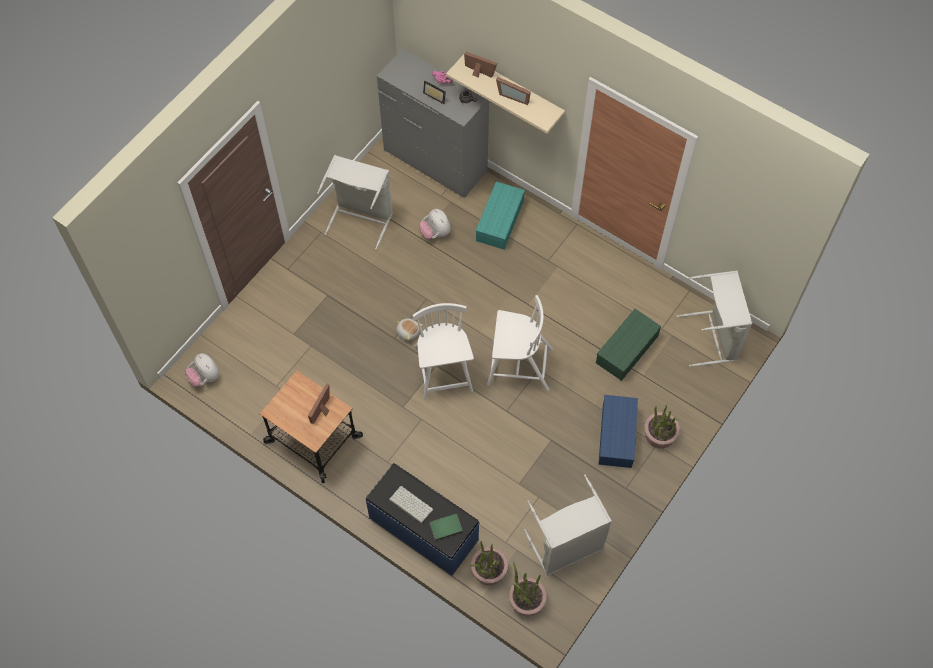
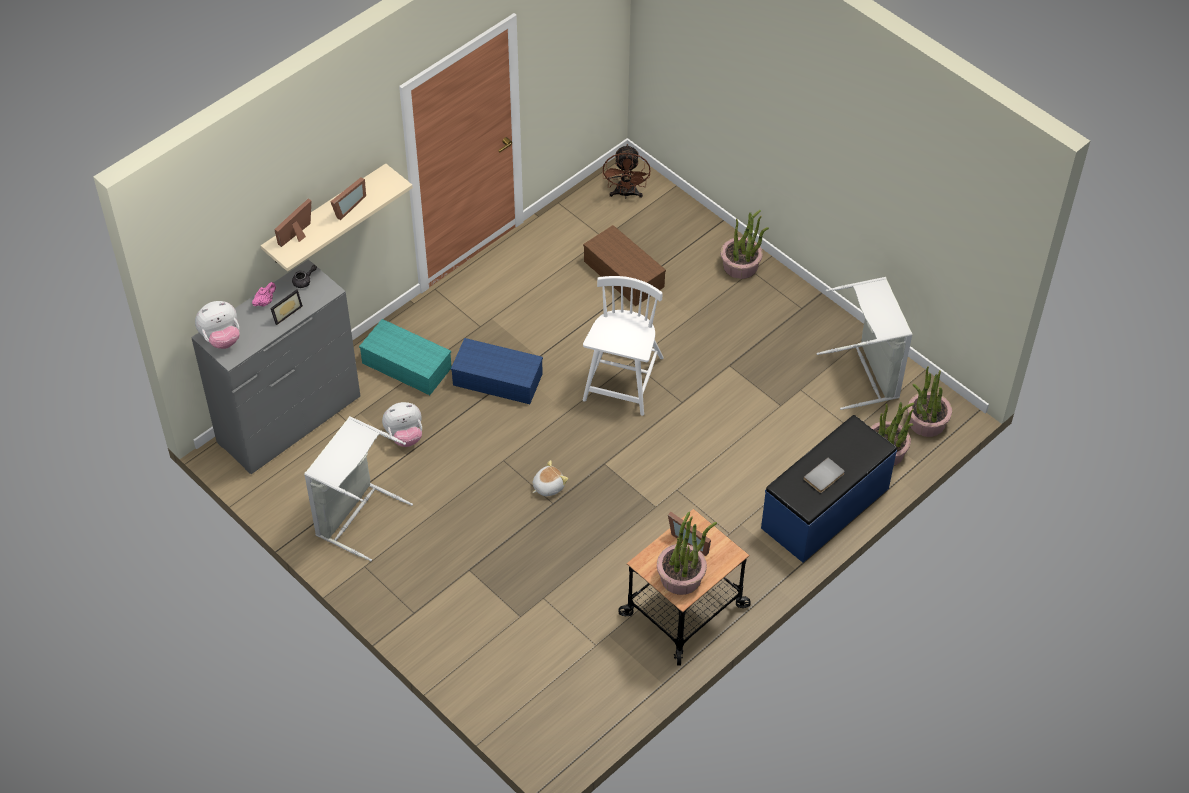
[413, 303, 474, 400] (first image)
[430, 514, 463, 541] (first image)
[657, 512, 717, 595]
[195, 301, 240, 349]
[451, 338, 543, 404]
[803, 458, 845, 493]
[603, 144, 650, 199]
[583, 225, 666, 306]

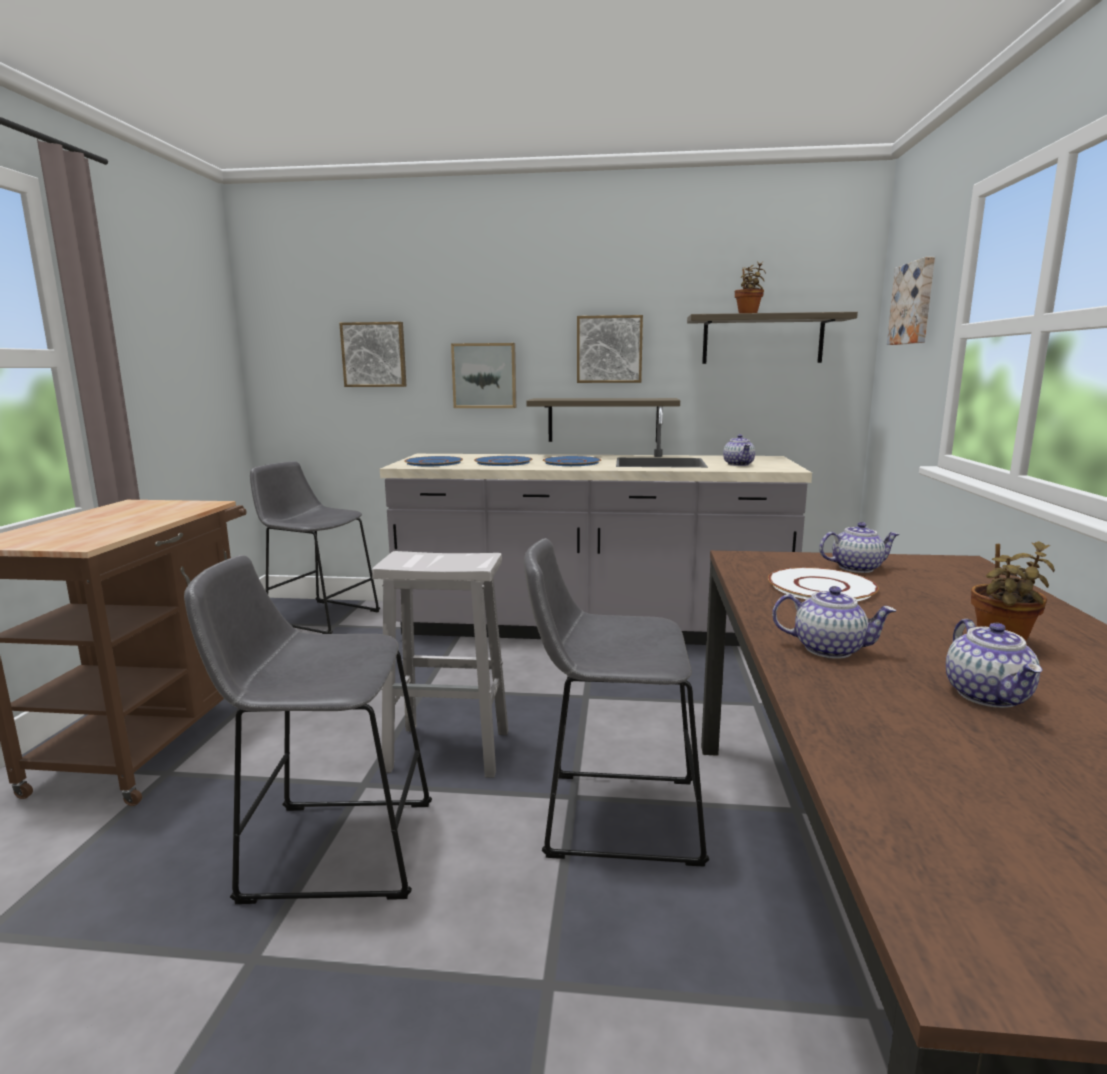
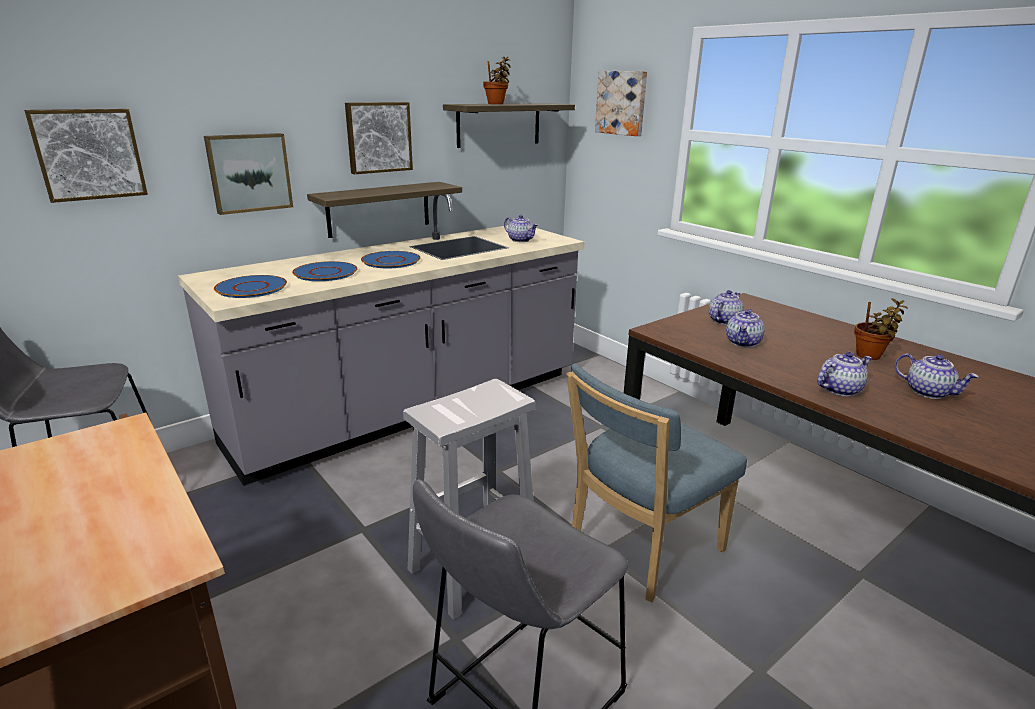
[566, 364, 747, 602]
[726, 309, 765, 347]

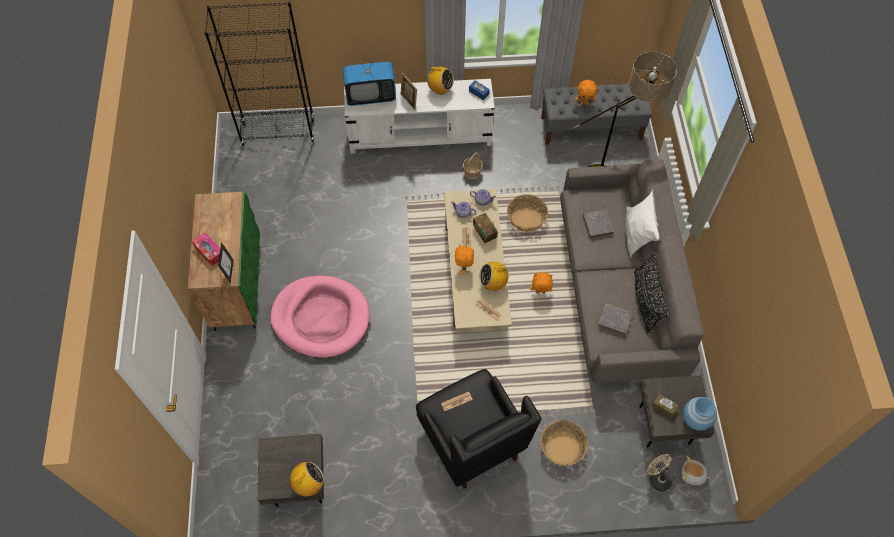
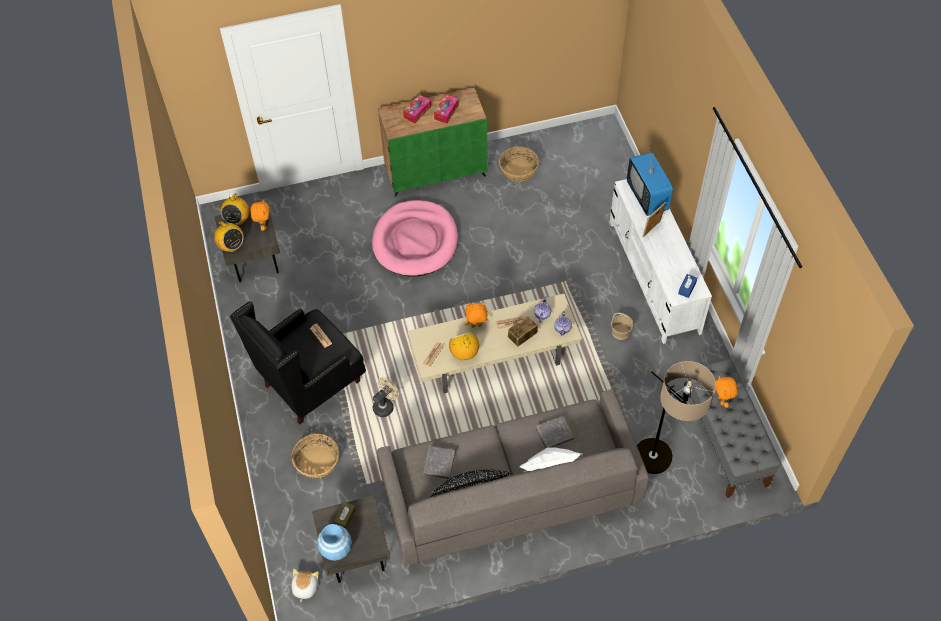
[205, 2, 315, 146] (first image)
[218, 242, 234, 283] (first image)
[434, 94, 459, 123]
[221, 191, 249, 226]
[499, 146, 539, 182]
[250, 199, 269, 231]
[373, 377, 399, 417]

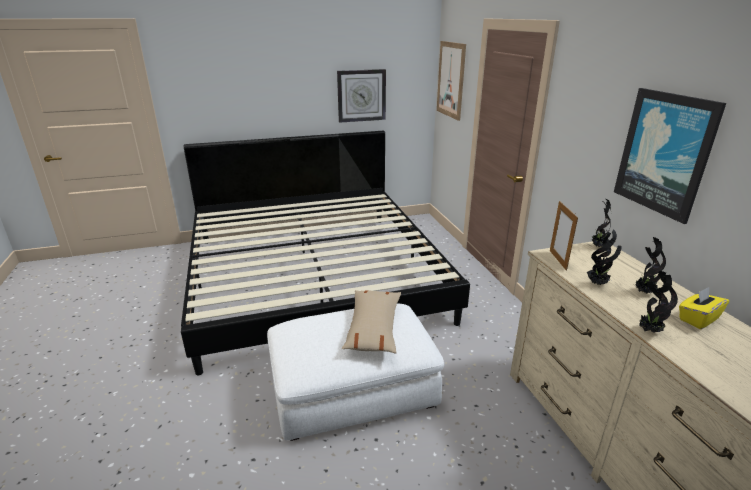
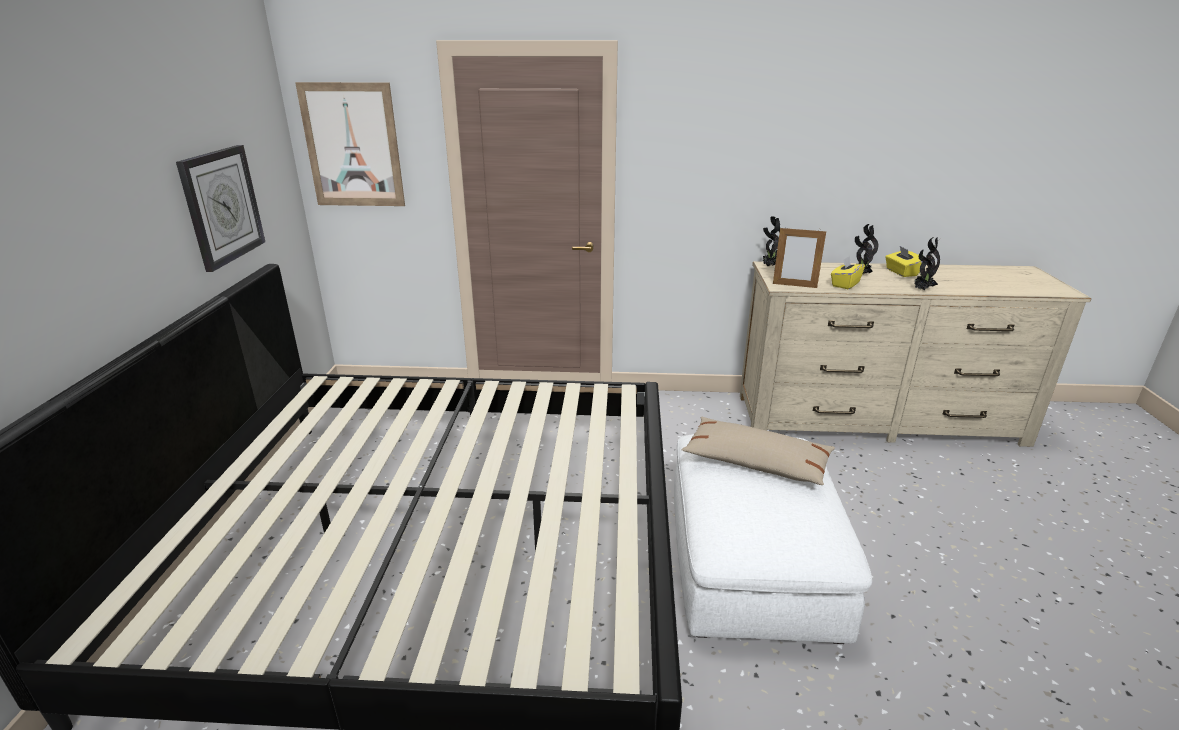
[614, 88, 726, 224] (first image)
[831, 256, 865, 289]

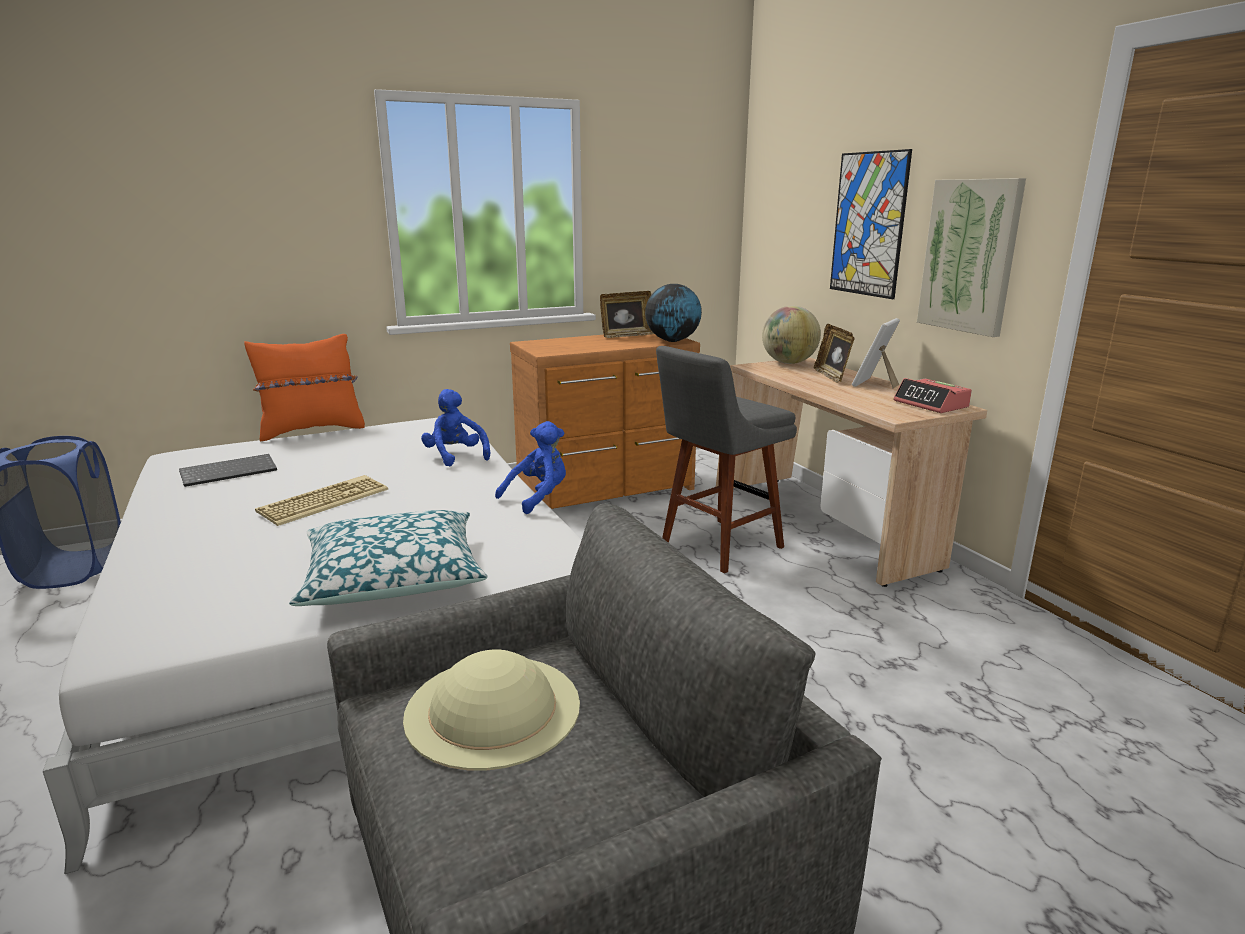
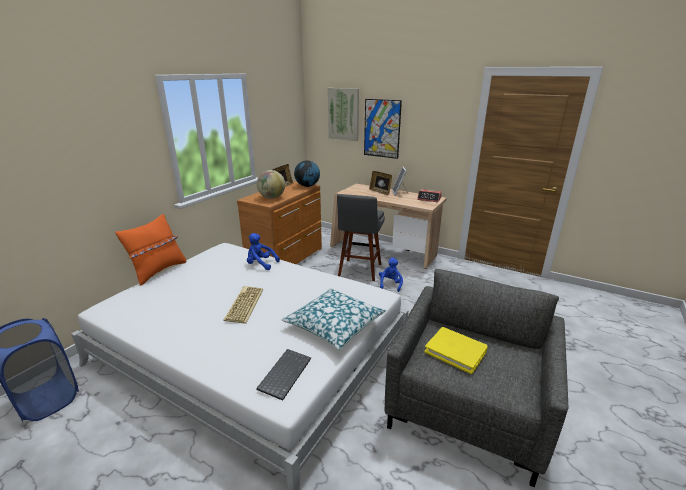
[256, 349, 311, 401]
[379, 257, 403, 292]
[257, 170, 285, 199]
[328, 88, 359, 141]
[424, 327, 488, 374]

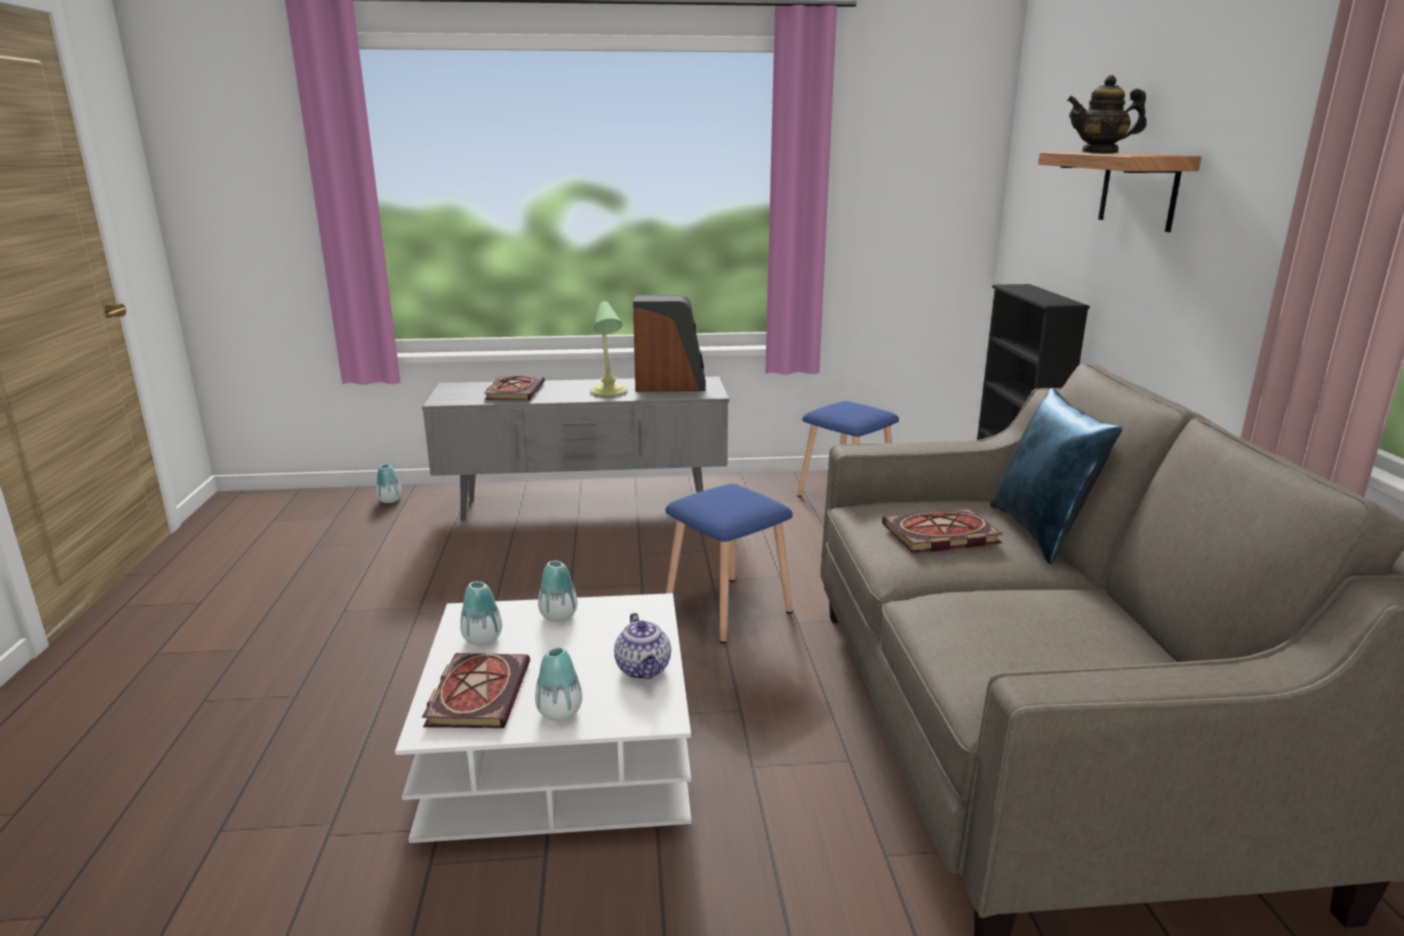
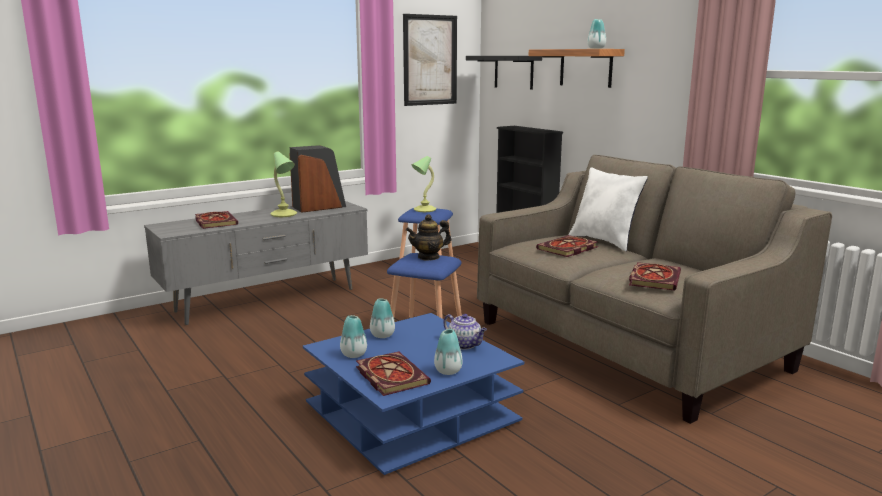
[403, 14, 457, 106]
[412, 156, 436, 212]
[466, 56, 542, 90]
[629, 262, 681, 291]
[587, 19, 606, 49]
[406, 214, 451, 260]
[303, 313, 524, 475]
[569, 167, 648, 252]

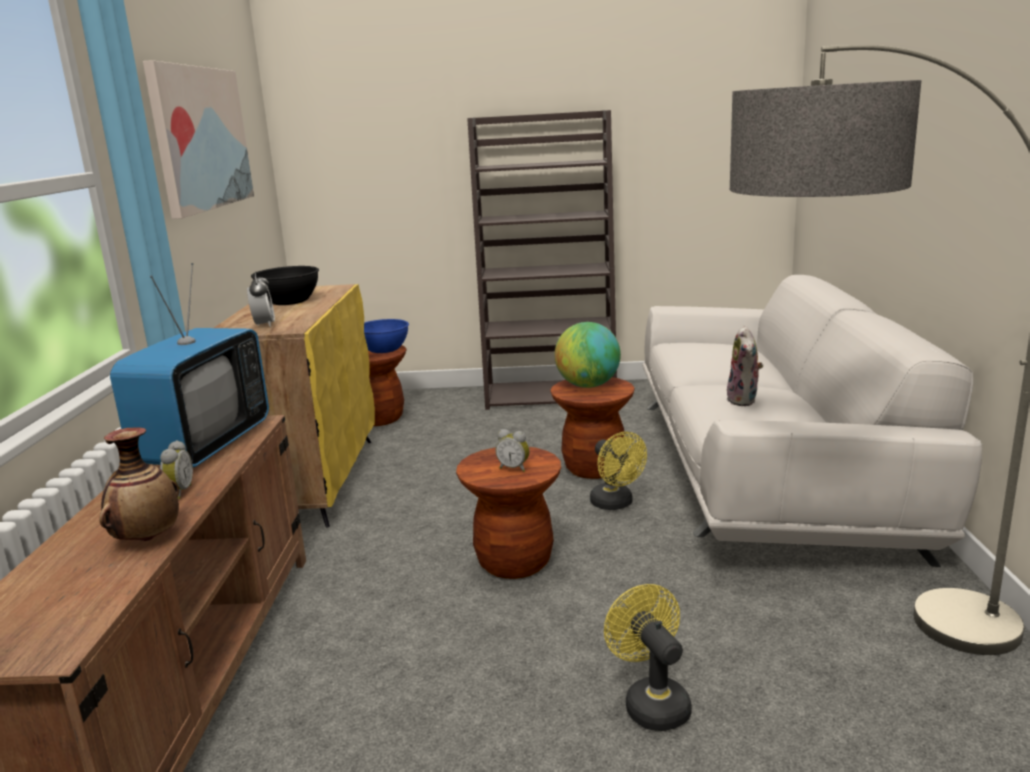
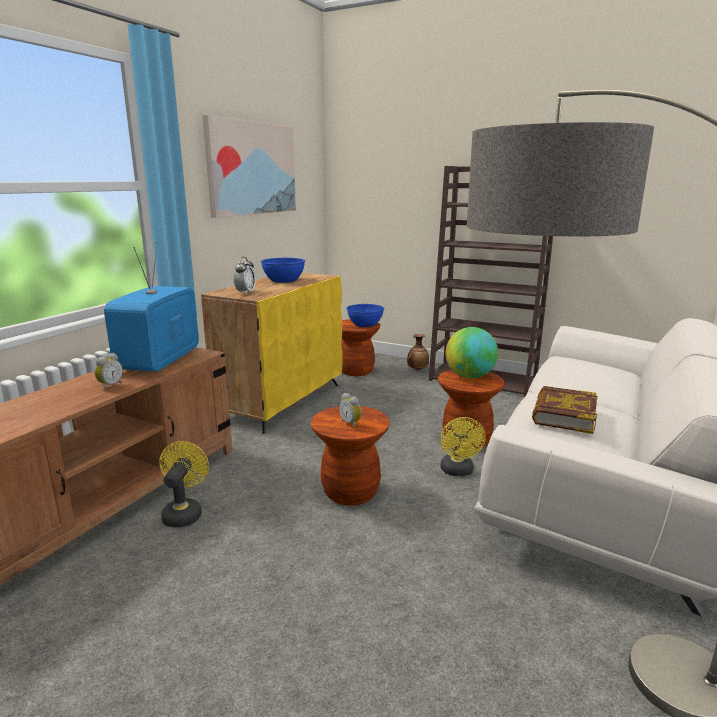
[407, 334, 429, 370]
[159, 441, 209, 527]
[532, 386, 597, 434]
[261, 258, 305, 283]
[104, 242, 199, 372]

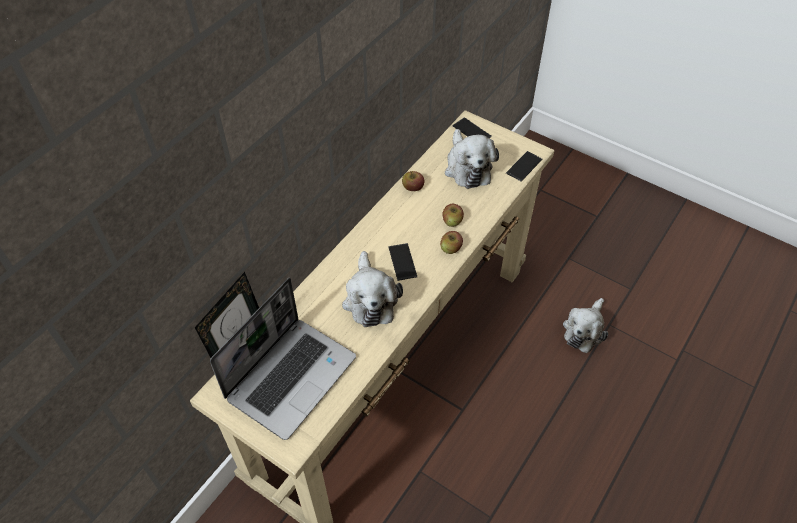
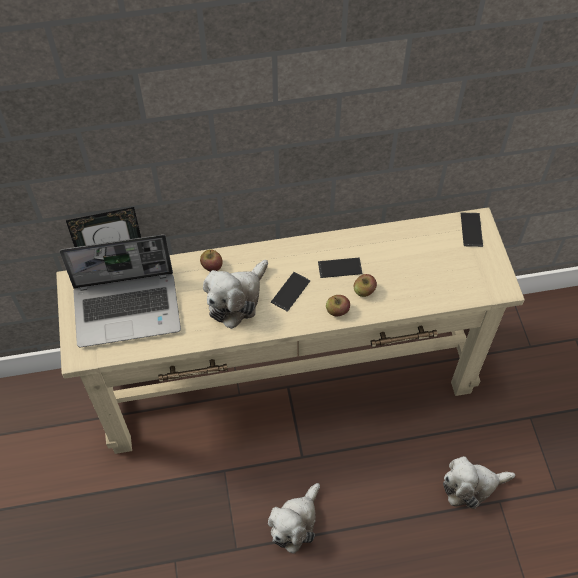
[200, 249, 223, 272]
[268, 483, 320, 554]
[318, 257, 363, 278]

